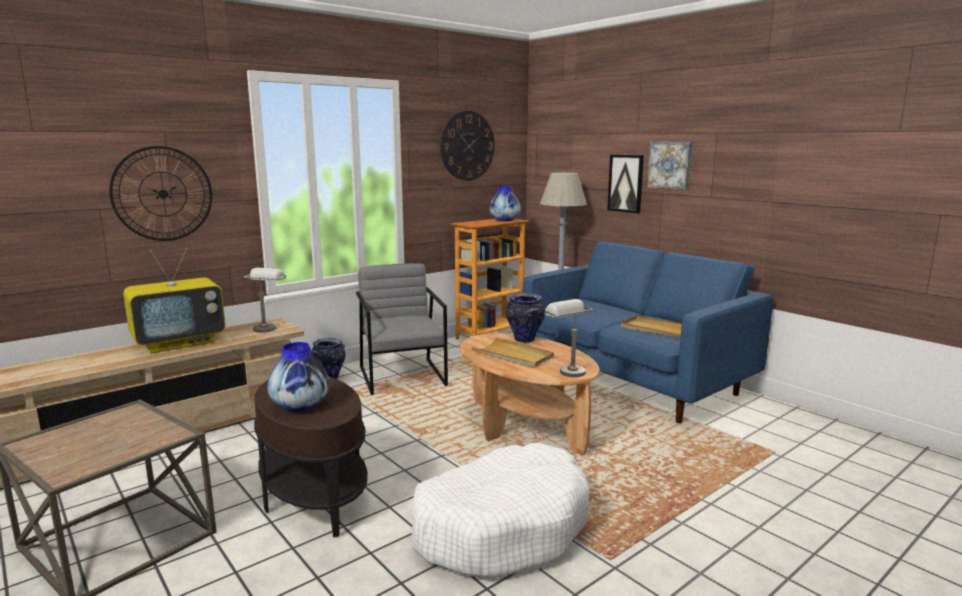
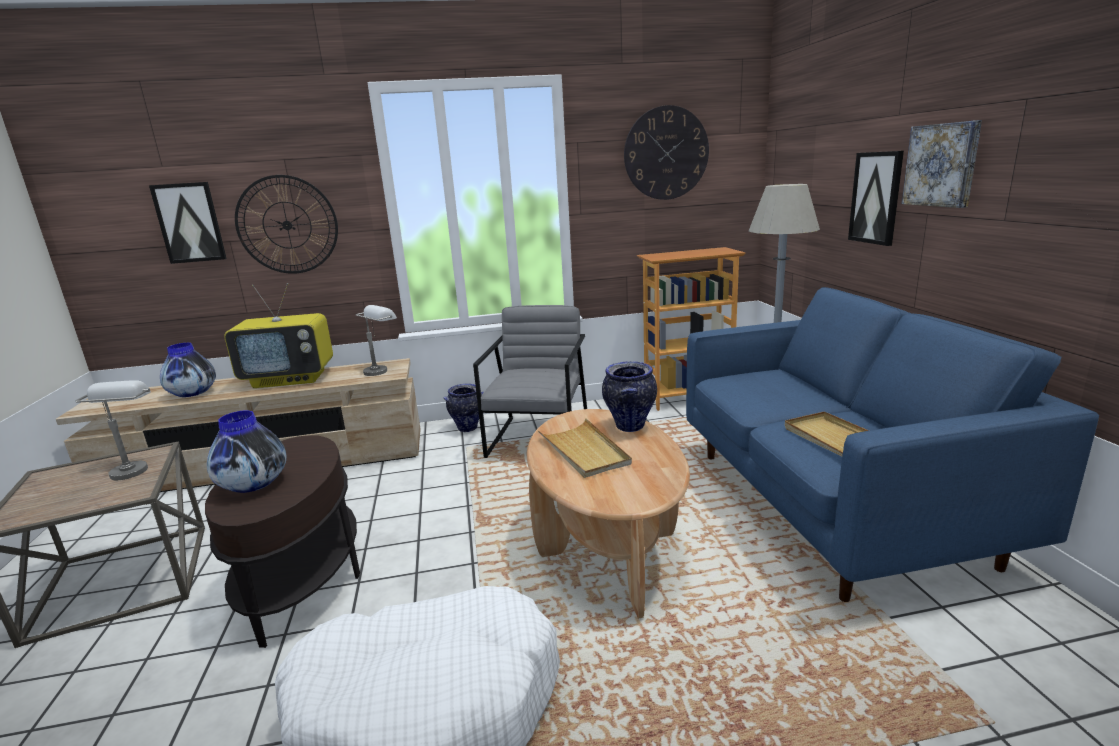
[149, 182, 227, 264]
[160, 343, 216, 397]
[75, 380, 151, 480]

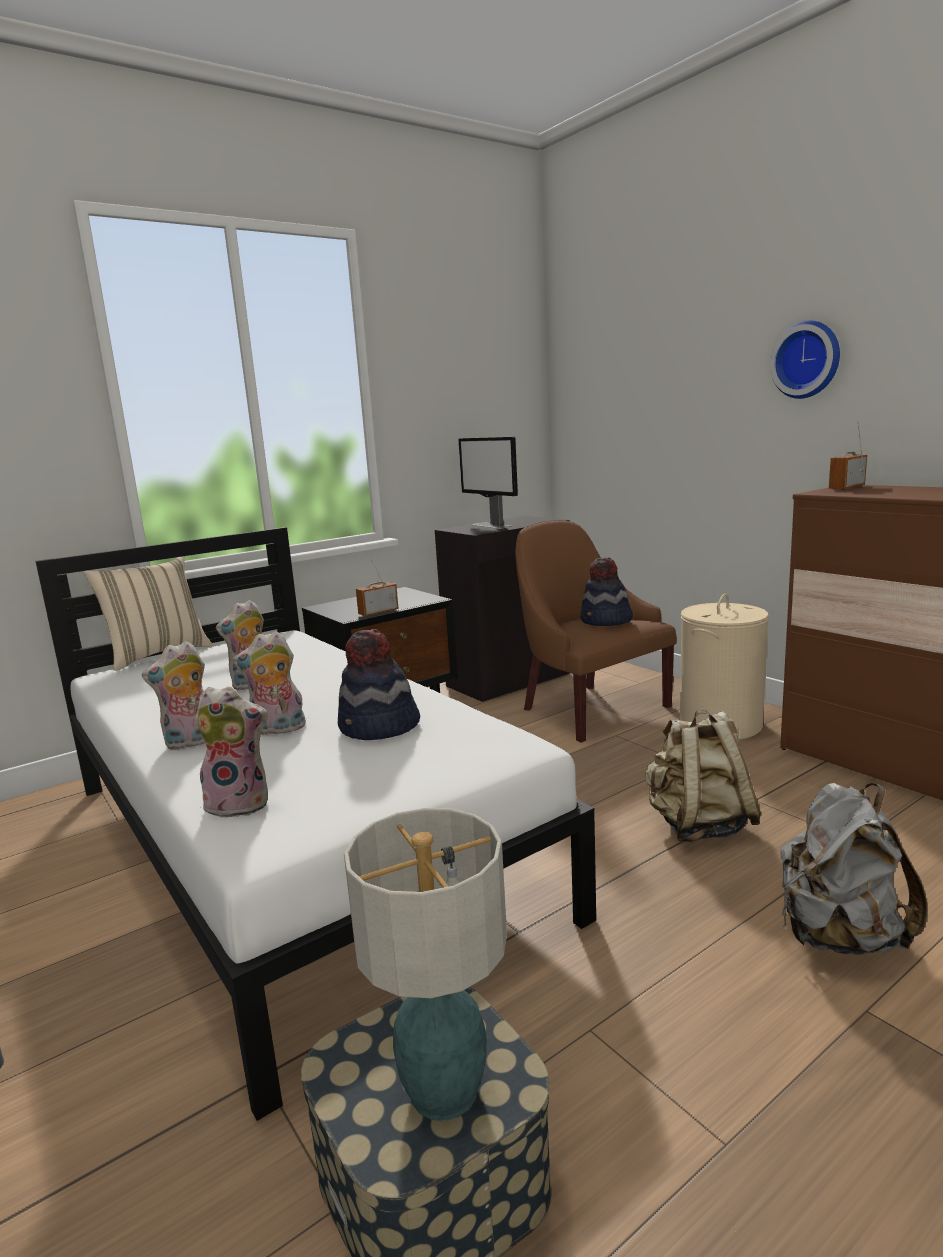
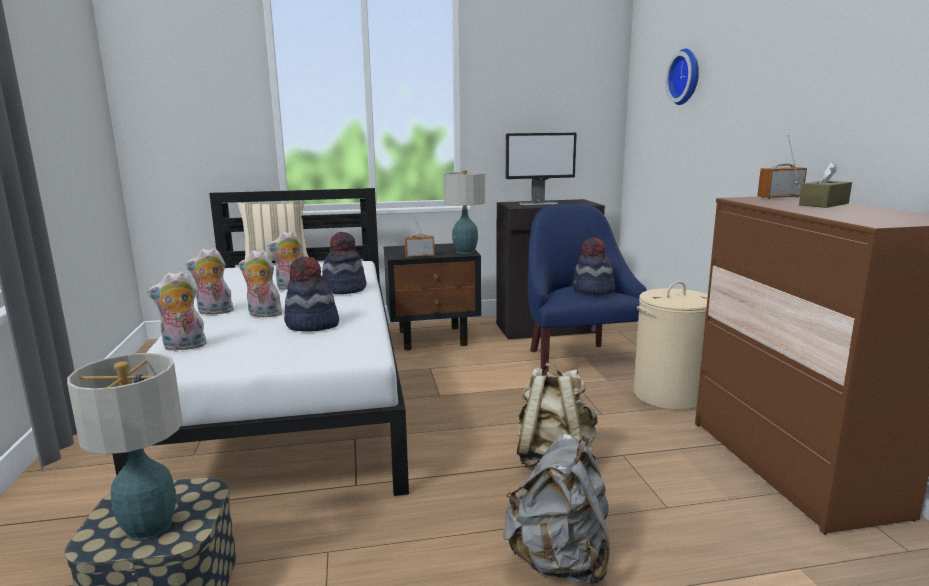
[322, 232, 367, 294]
[444, 170, 485, 254]
[799, 161, 852, 208]
[666, 49, 699, 105]
[528, 204, 646, 372]
[147, 271, 208, 351]
[506, 133, 577, 205]

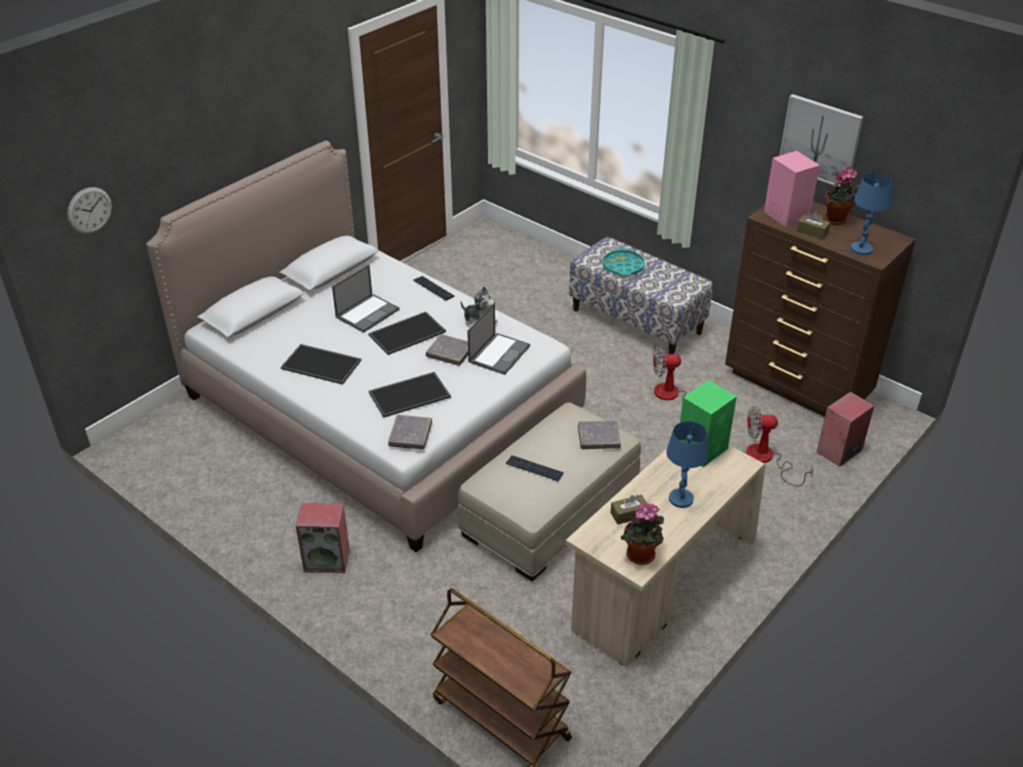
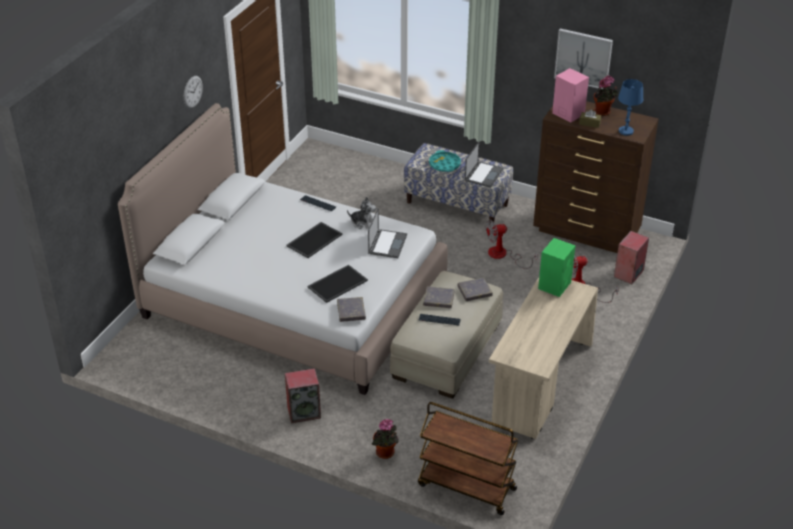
[281, 344, 361, 385] (first image)
[610, 495, 647, 525] (first image)
[666, 421, 709, 508] (first image)
[184, 76, 203, 108]
[465, 141, 503, 188]
[423, 286, 455, 308]
[372, 419, 399, 459]

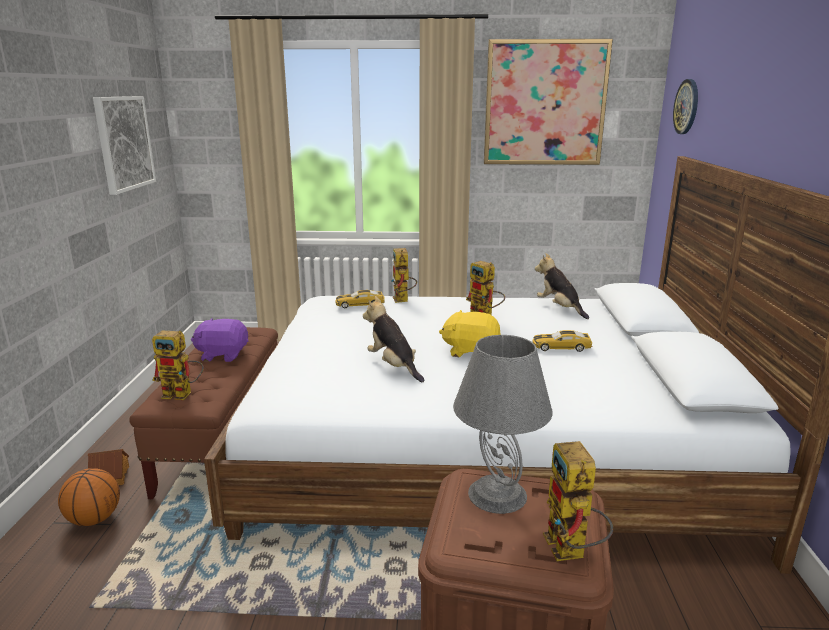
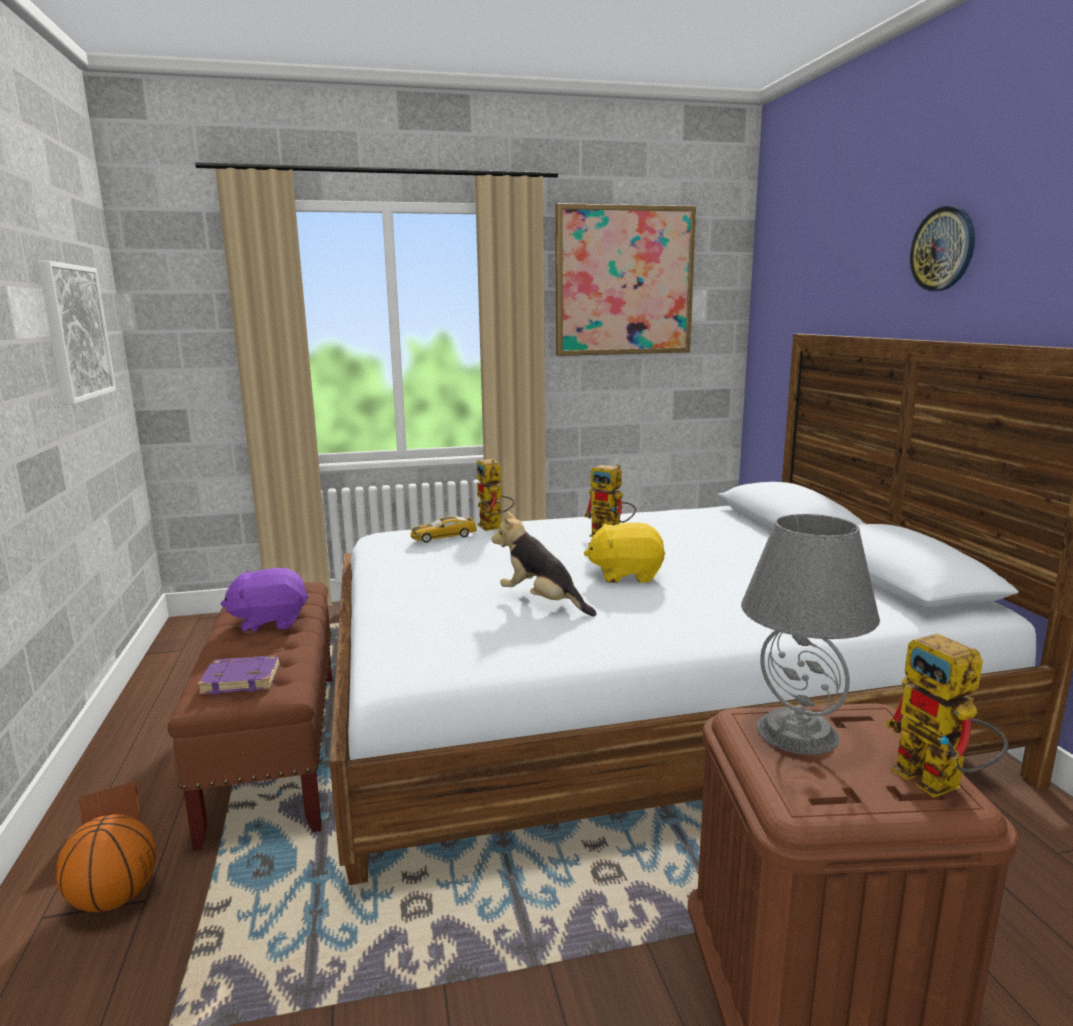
[533, 330, 592, 352] (first image)
[535, 253, 589, 319] (first image)
[910, 206, 975, 291]
[198, 655, 280, 695]

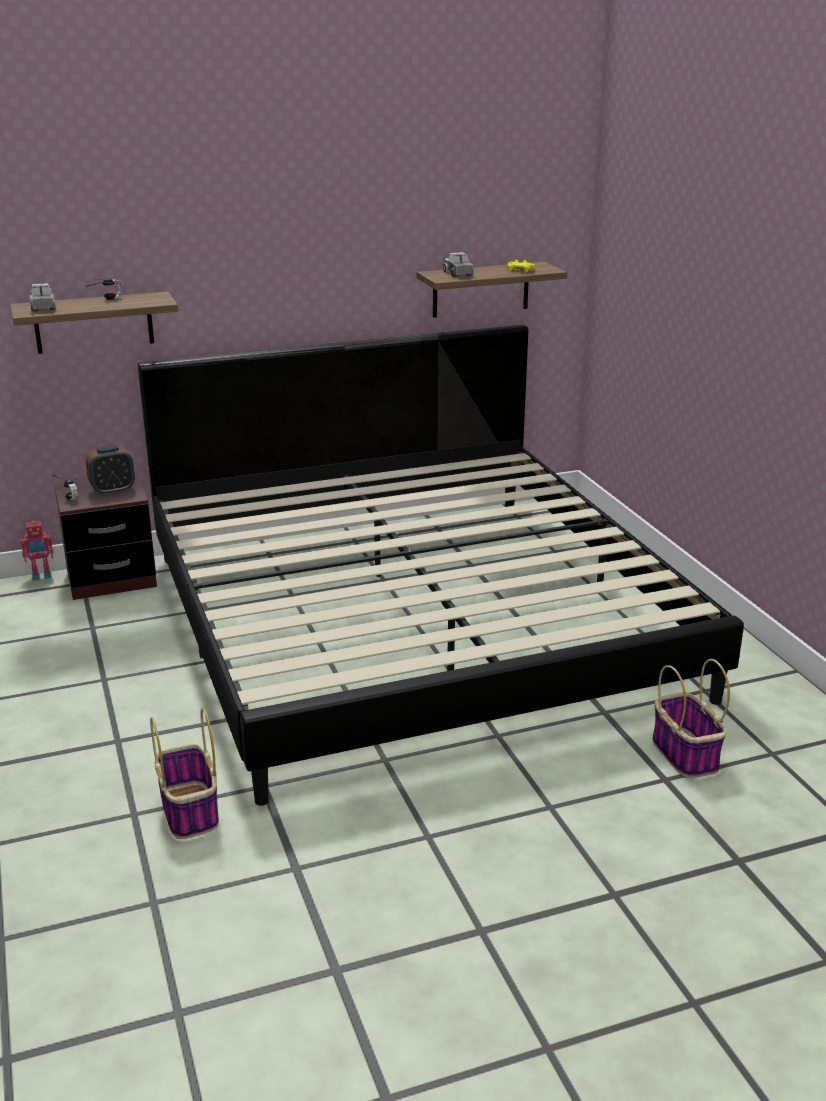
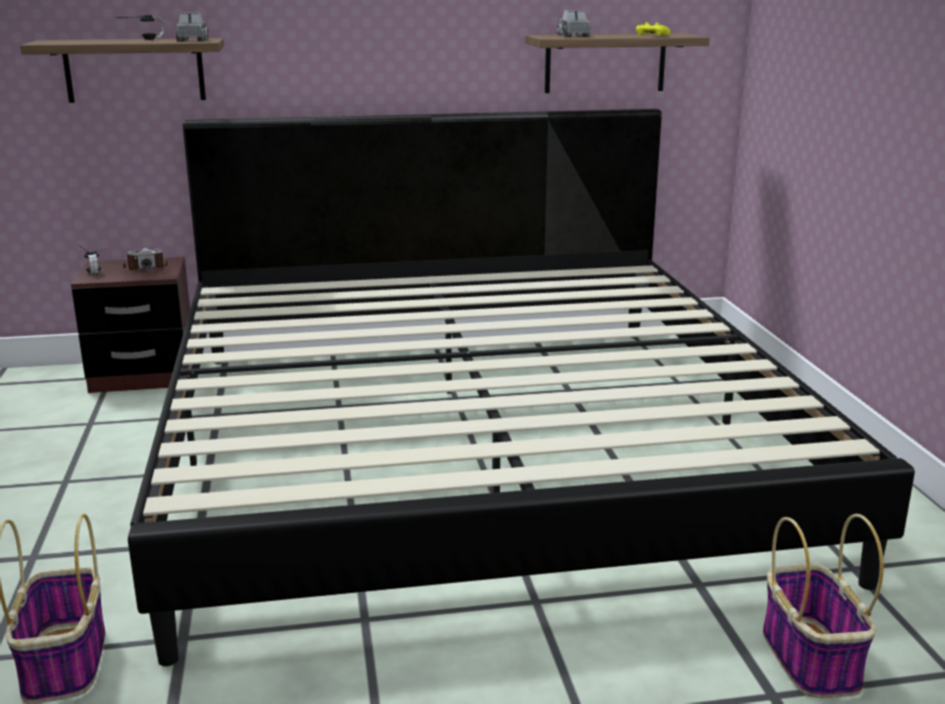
[20, 521, 54, 580] (first image)
[176, 13, 209, 41]
[122, 248, 168, 270]

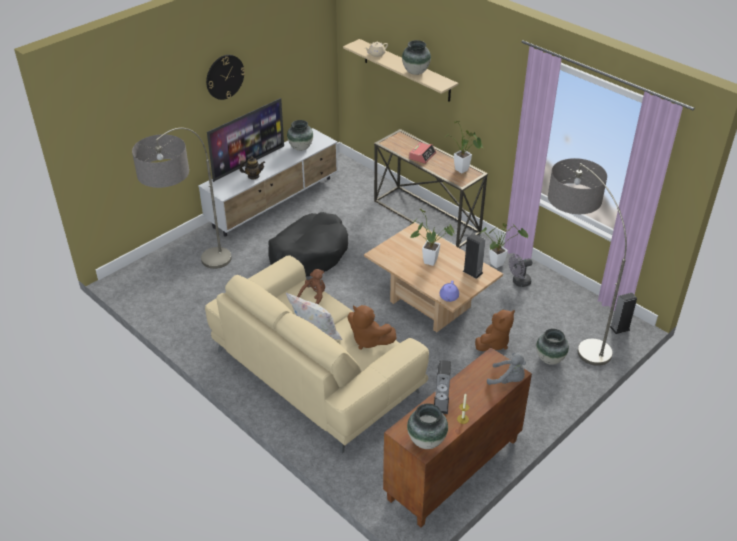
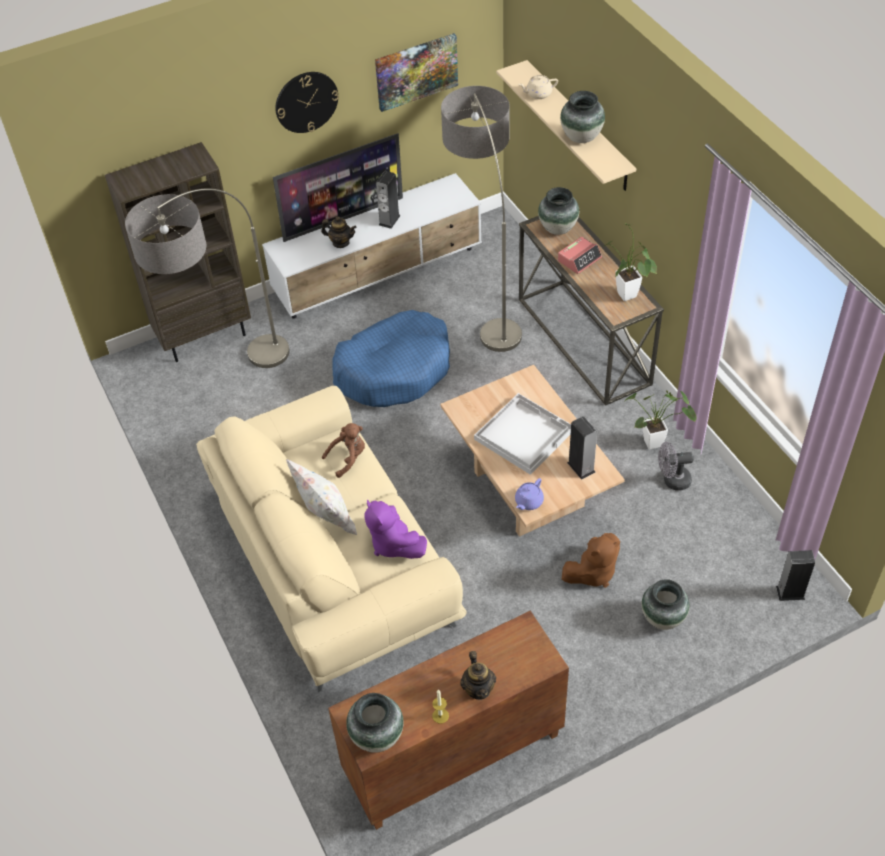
[487, 352, 526, 385] (first image)
[105, 142, 251, 362]
[375, 33, 458, 112]
[460, 651, 496, 700]
[538, 187, 579, 235]
[376, 171, 400, 229]
[441, 86, 522, 352]
[474, 393, 571, 475]
[333, 310, 450, 407]
[364, 499, 427, 559]

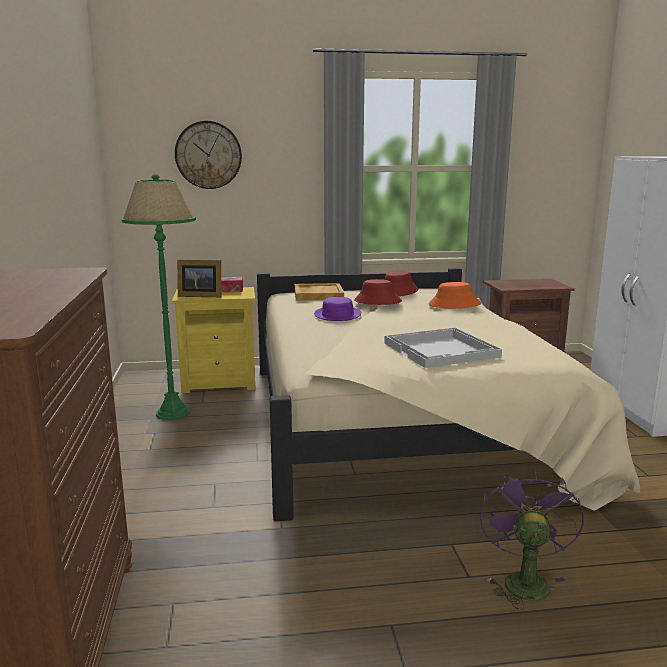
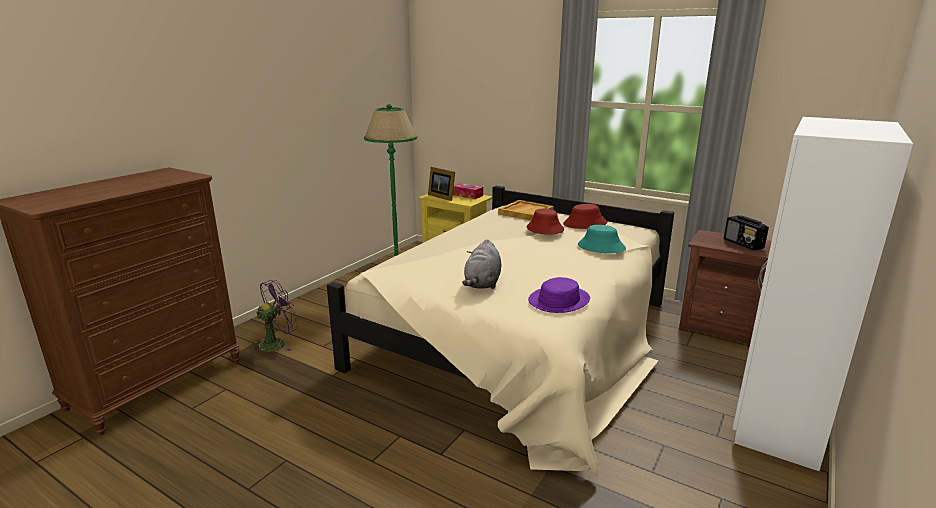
[175, 121, 242, 189] (first image)
[724, 215, 769, 250]
[528, 277, 590, 313]
[251, 280, 298, 352]
[462, 239, 501, 289]
[578, 225, 626, 253]

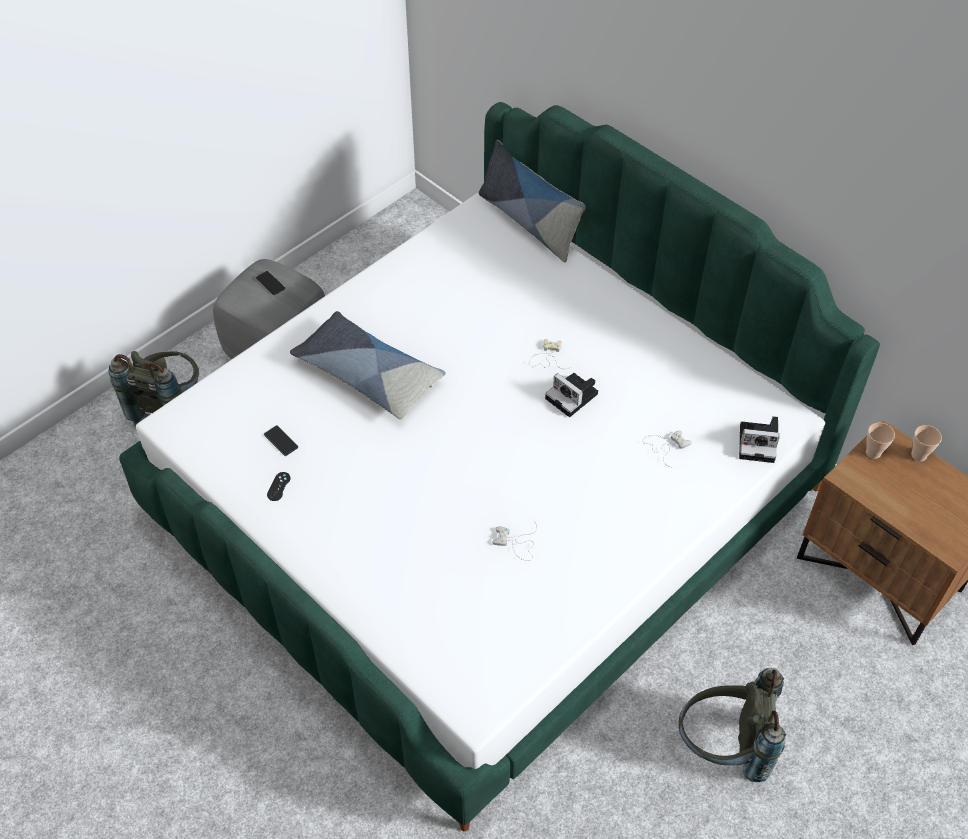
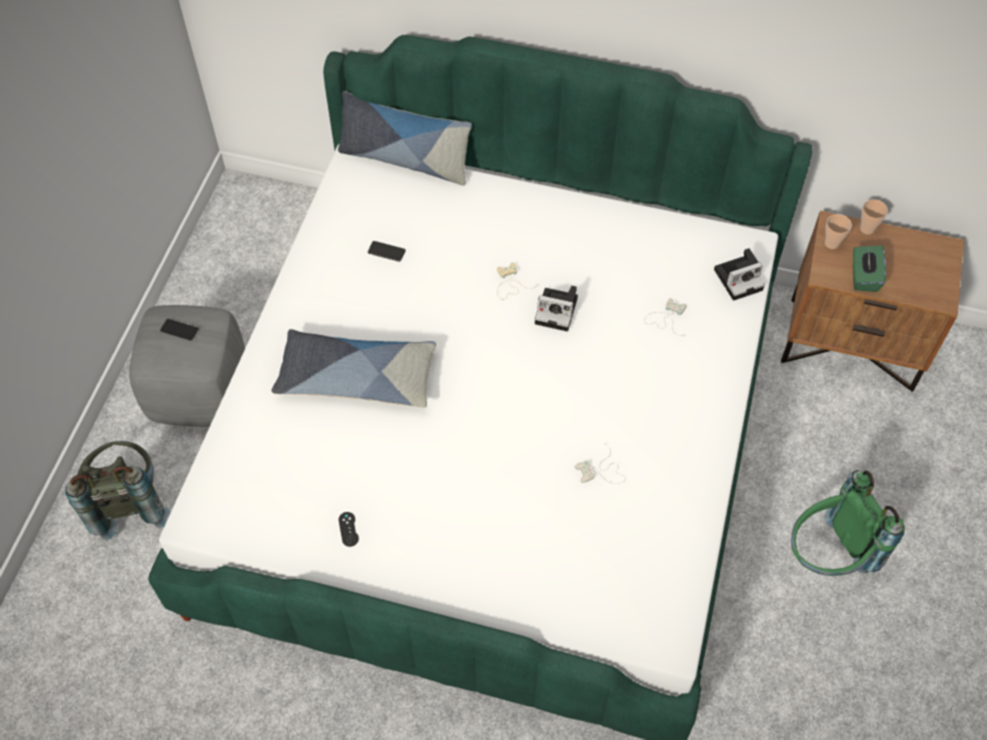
[853, 245, 886, 292]
[368, 241, 406, 262]
[791, 469, 905, 576]

